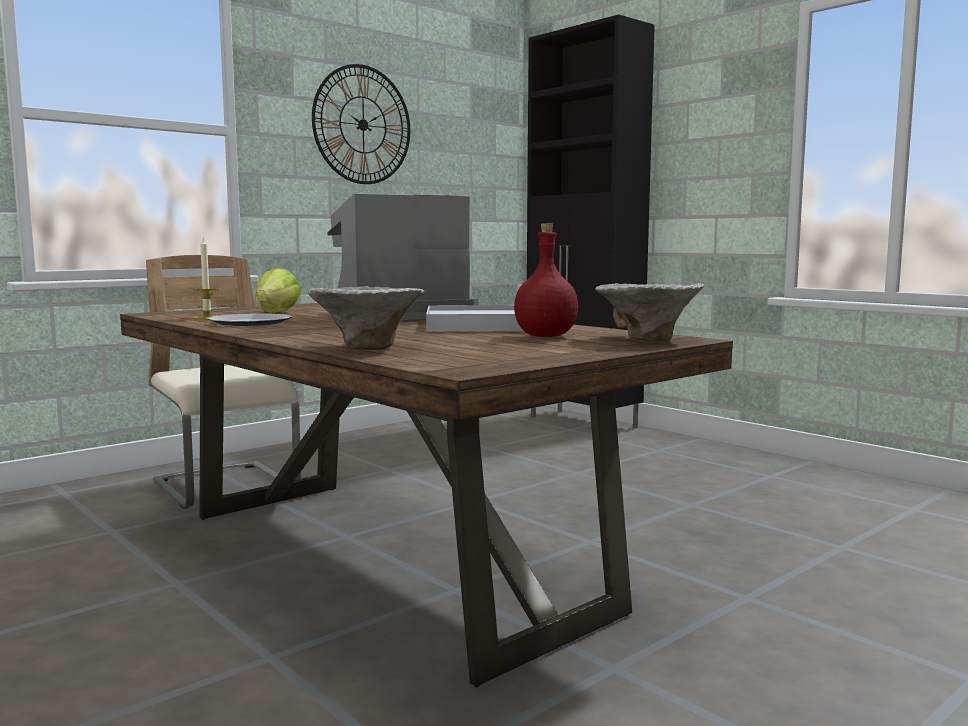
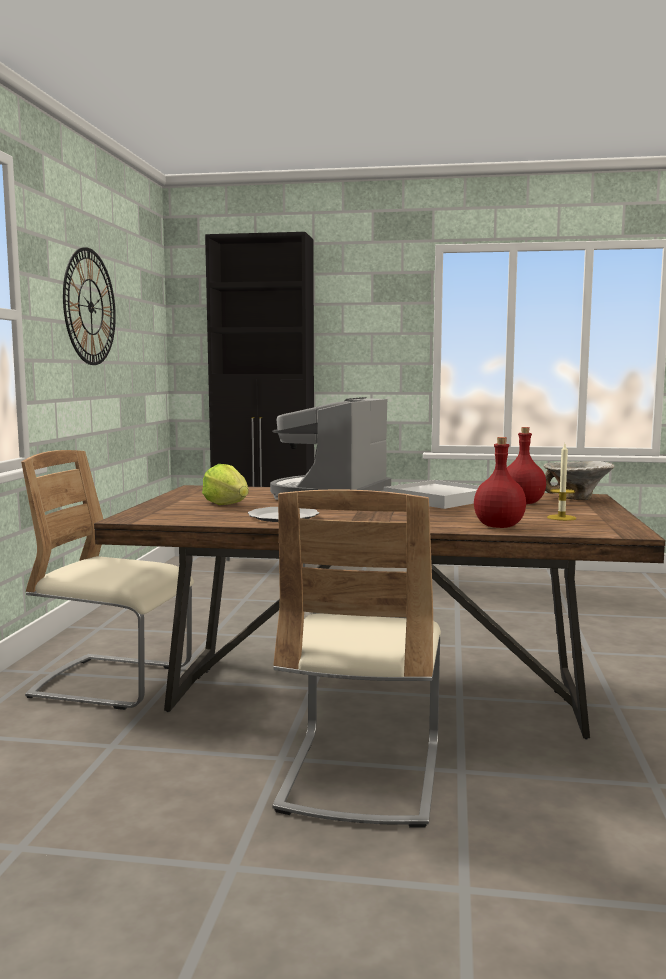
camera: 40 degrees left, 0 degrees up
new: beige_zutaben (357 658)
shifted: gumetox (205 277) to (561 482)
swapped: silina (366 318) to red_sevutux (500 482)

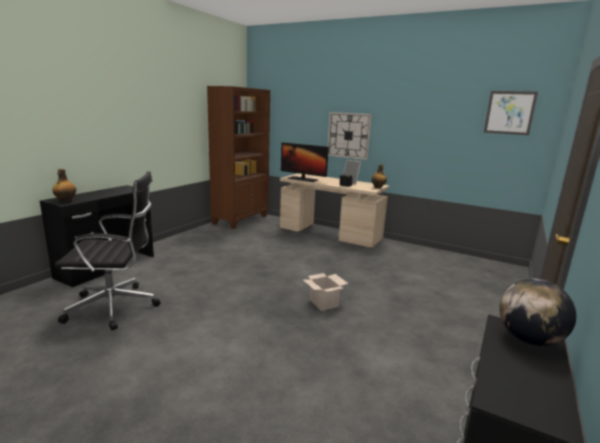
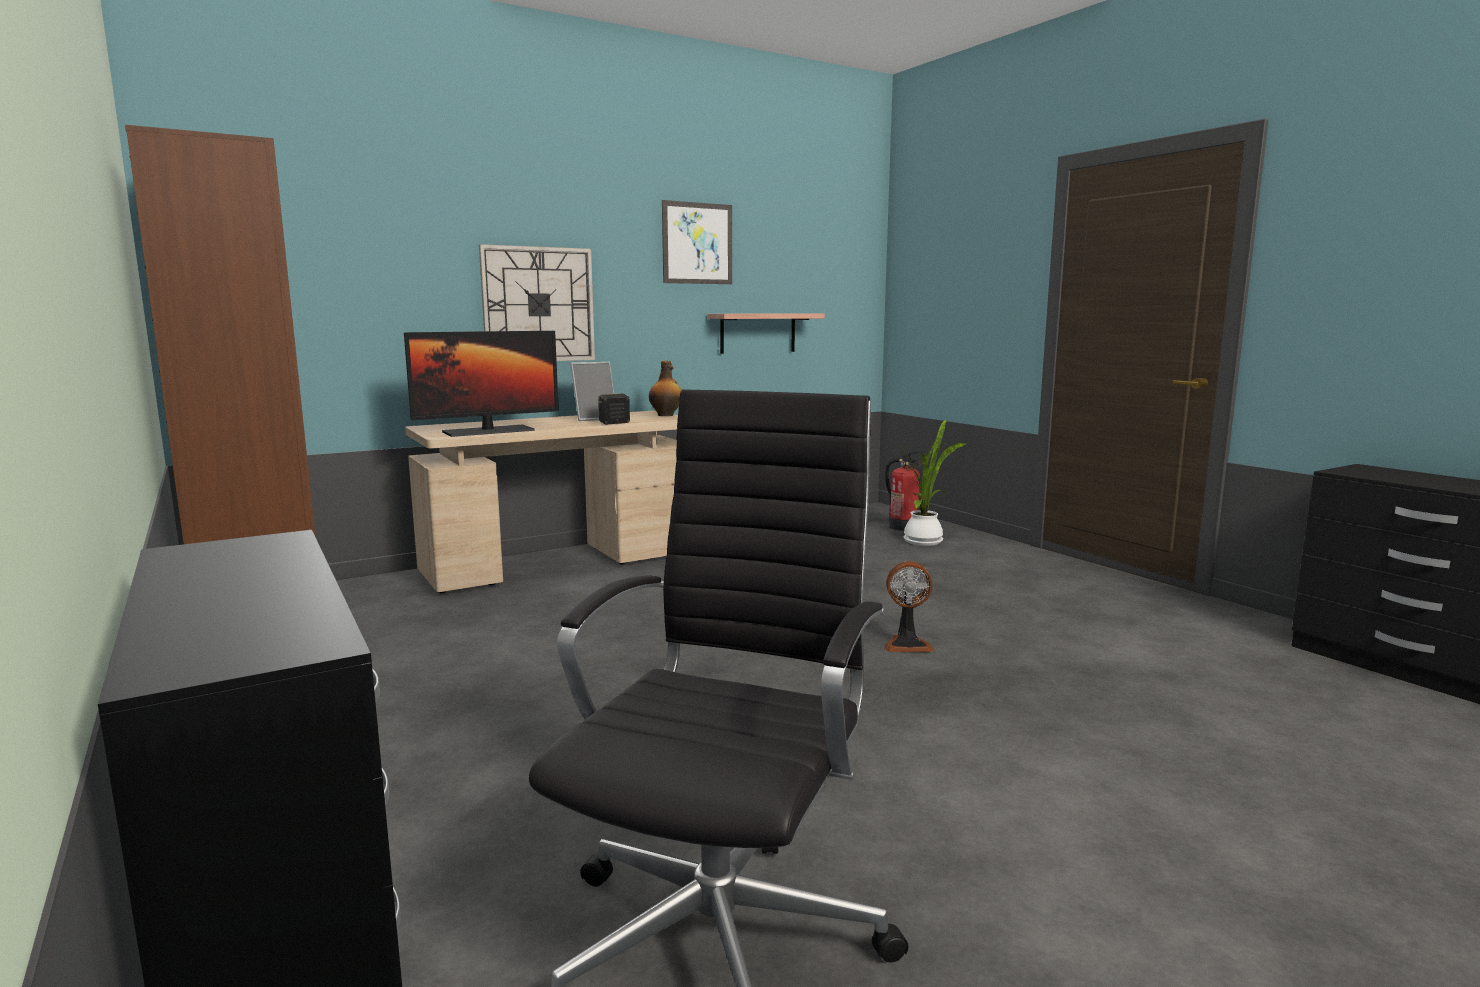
camera: 60 degrees left, 5 degrees down
gone: sevutux (64 185); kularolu (537 312)
new: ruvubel (766 334); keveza (903 491); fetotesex (932 483)
shifted: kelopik (511 113) to (697 242)
swapped: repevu (325 292) to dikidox (909 606)

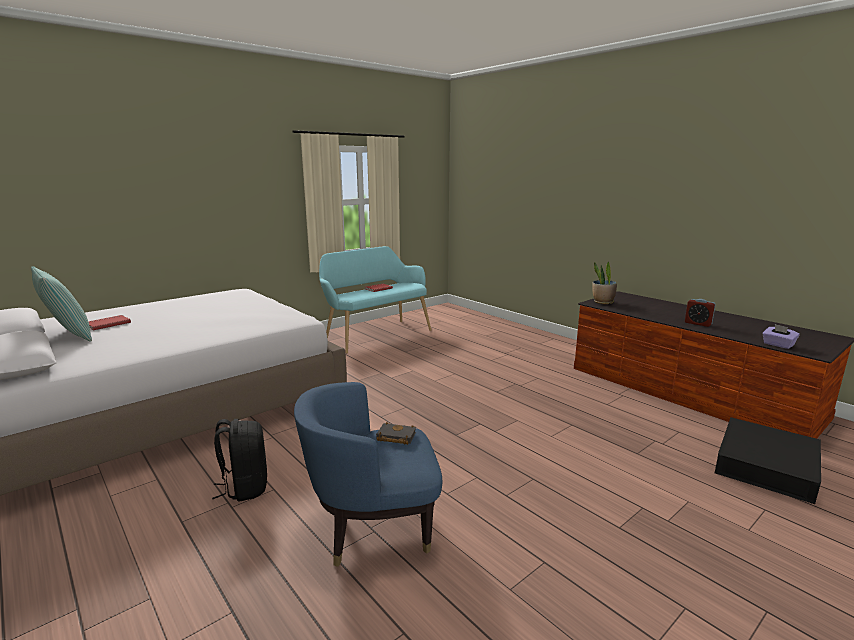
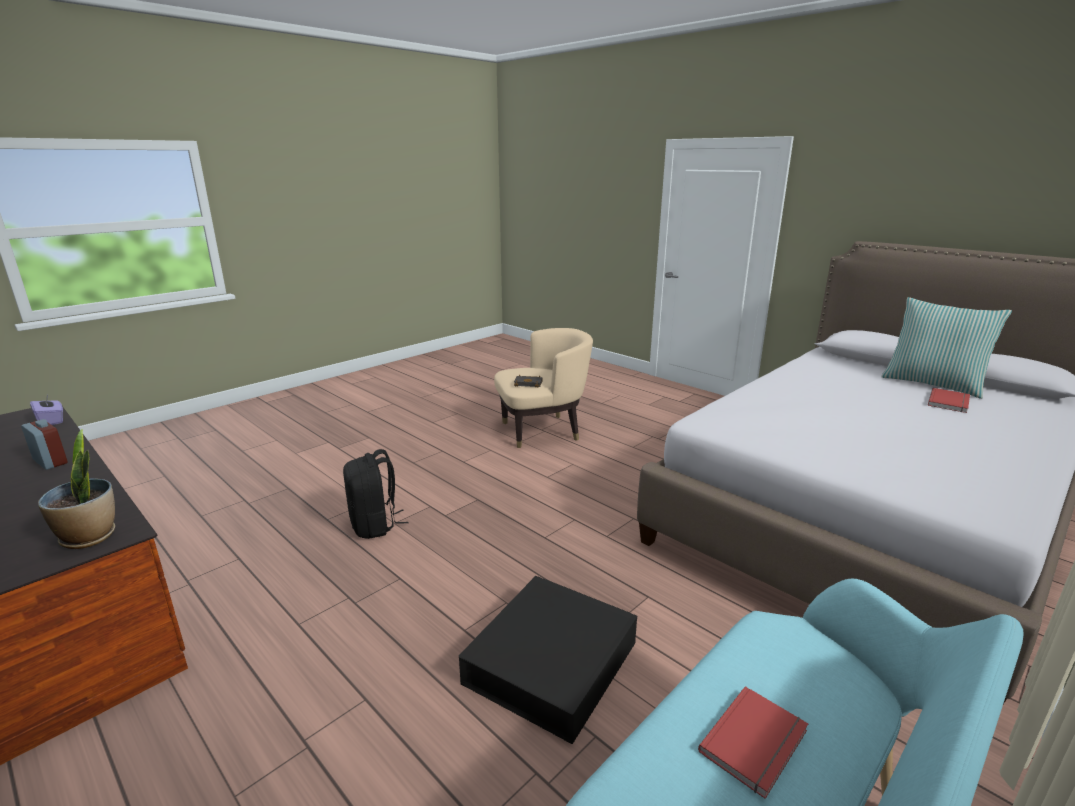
camera: 175 degrees right, 5 degrees up
shifted: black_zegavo (239 460) to (376 494); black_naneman (768 460) to (548 660)
repainted: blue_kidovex (368 474) to beige_kidovex (543 388)

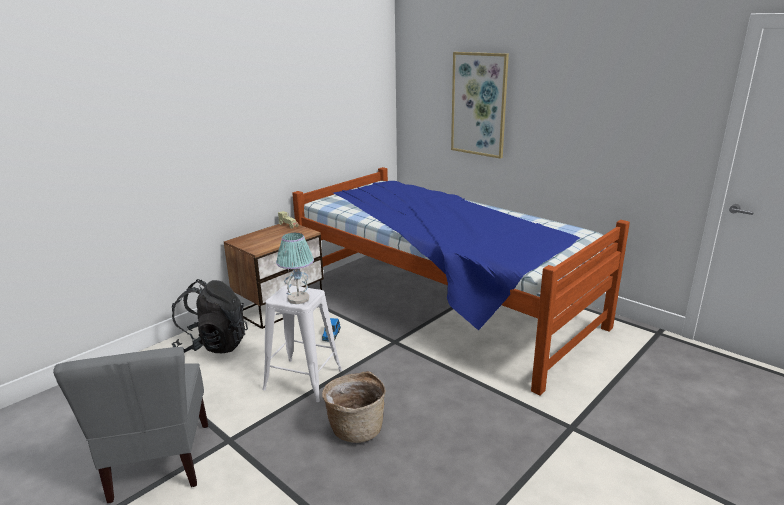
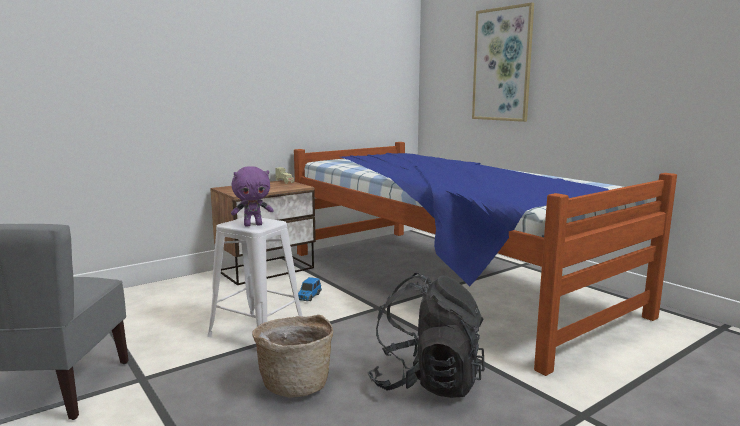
camera: 10 degrees right, 10 degrees down
shifted: black_zegavo (210 316) to (426 335)
swapped: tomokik (295 268) to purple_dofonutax (252 196)

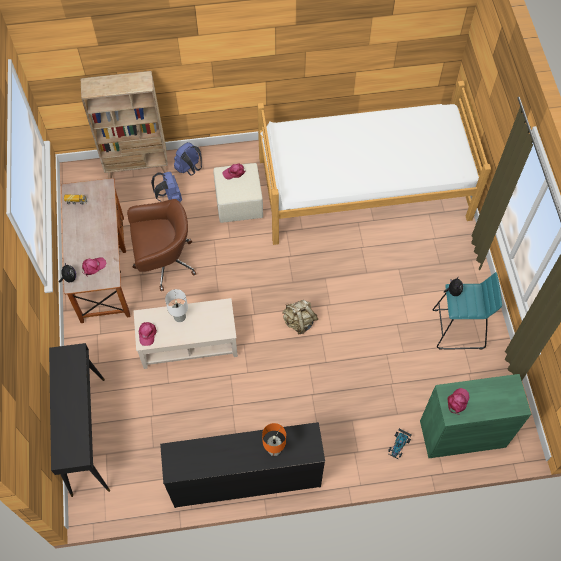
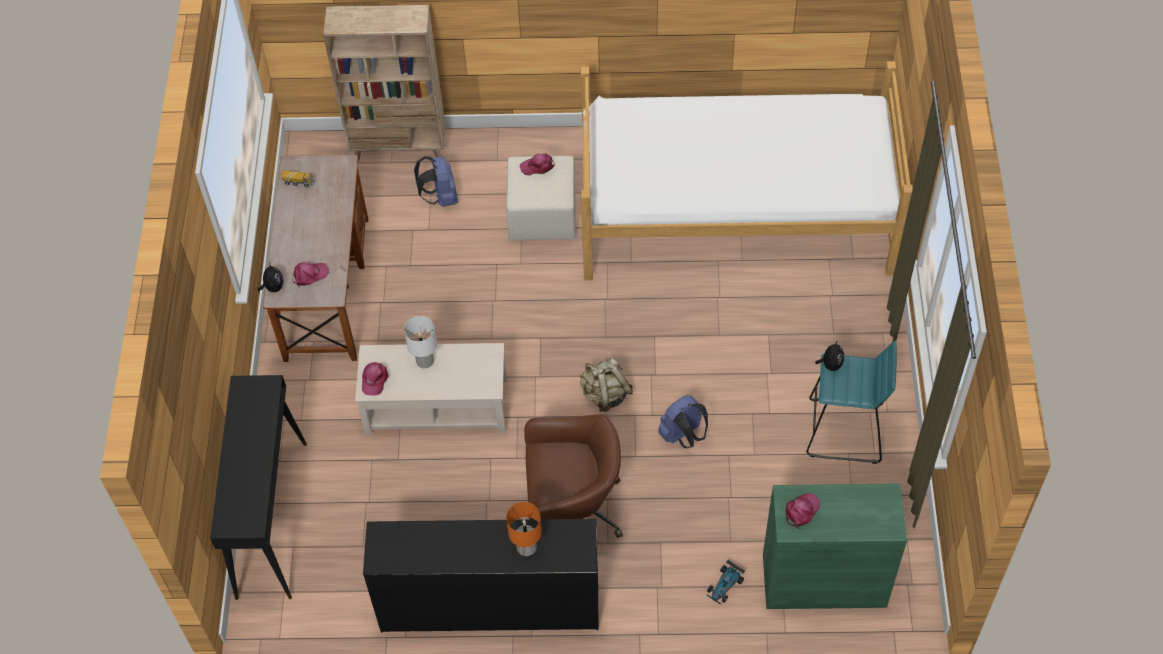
camera: 10 degrees right, 5 degrees down
shifted: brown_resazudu (161 245) to (573 476); blue_zegavo (188 159) to (683 421)

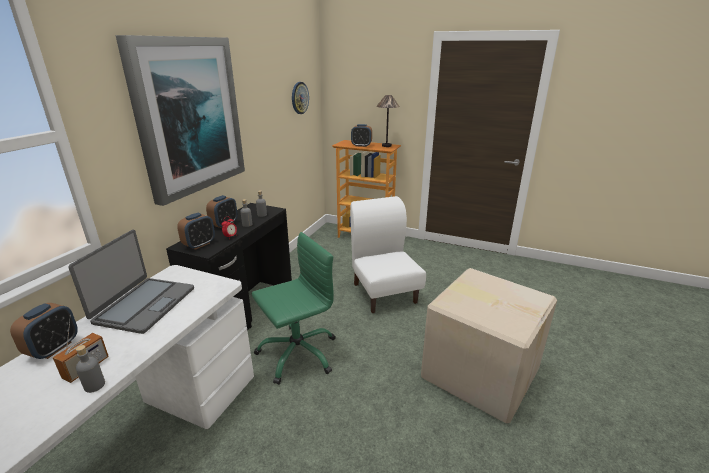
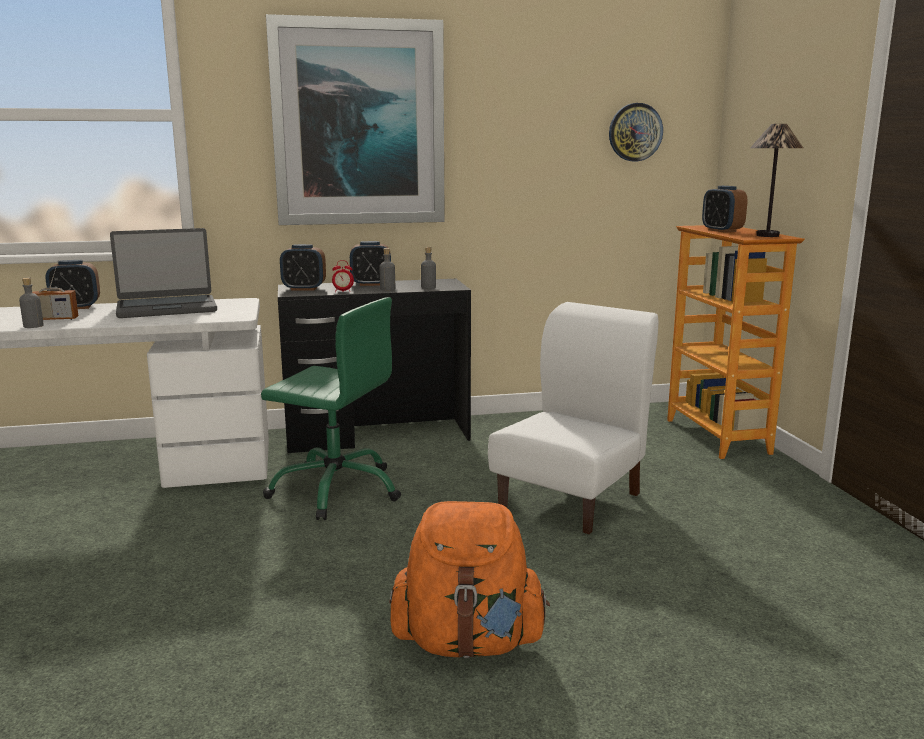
camera: 55 degrees right, 10 degrees down
swapped: repevu (489 345) to orange_zegavo (469 579)

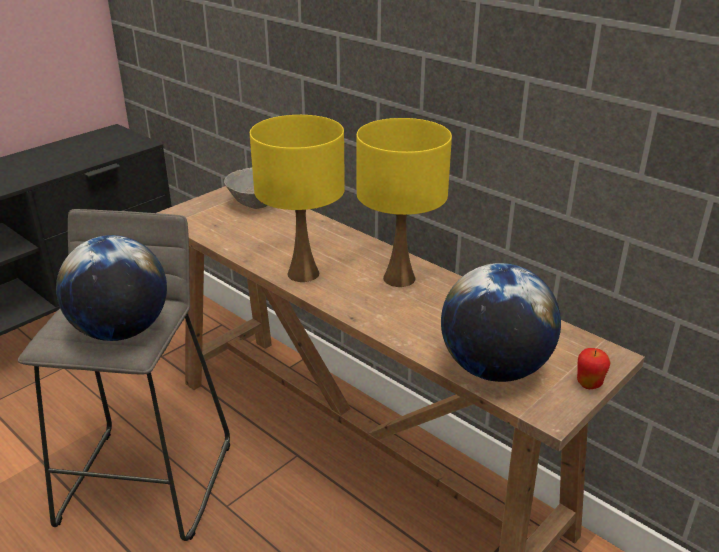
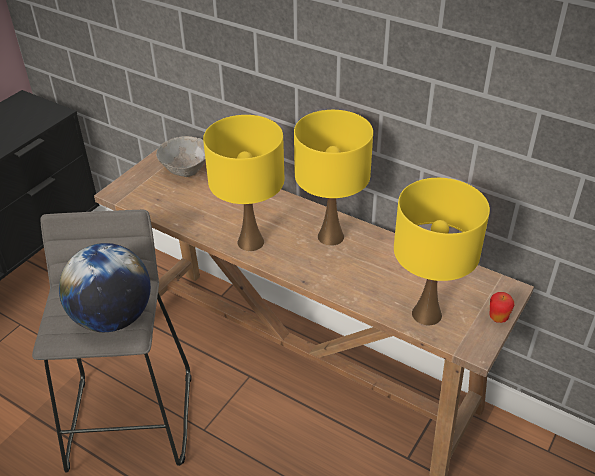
camera: 10 degrees left, 10 degrees up
swapped: kularolu (501 322) to yellow_tomokik (442 251)

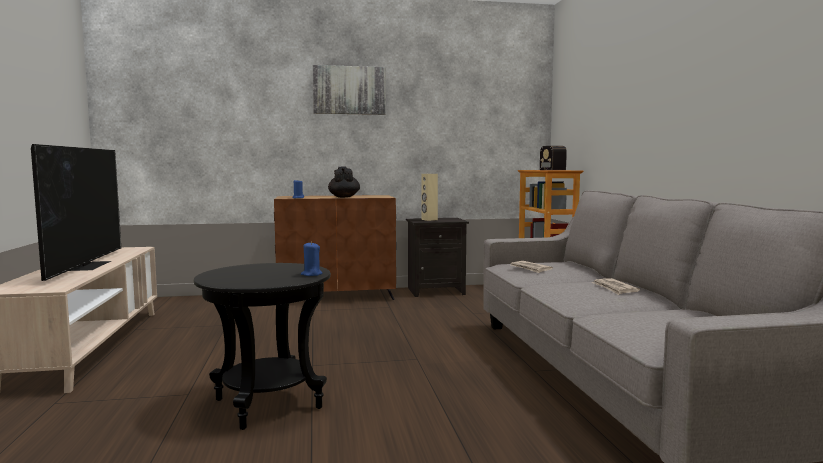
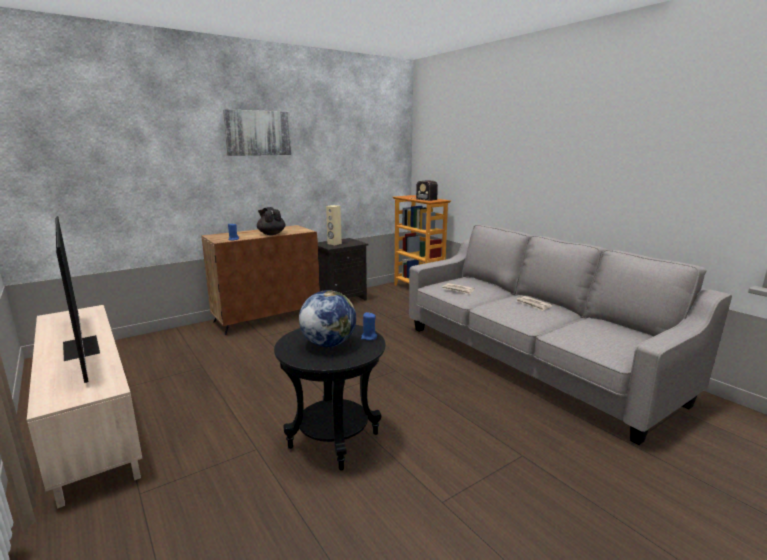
camera: 25 degrees left, 10 degrees up
new: kularolu (327 318)

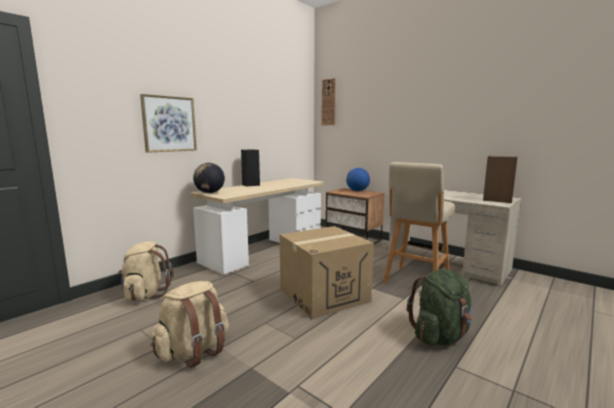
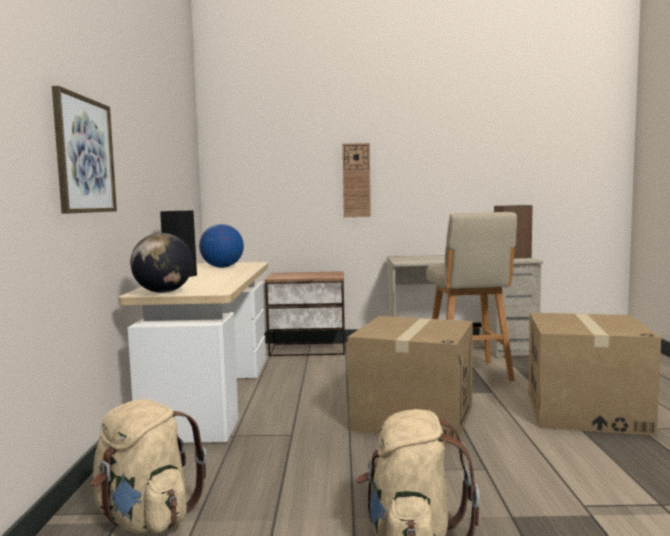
camera: 40 degrees left, 5 degrees down
shifted: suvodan (328 101) to (356 180); kularolu (358 179) to (221 246)
swapped: green_zegavo (440 307) to repevu (594 374)

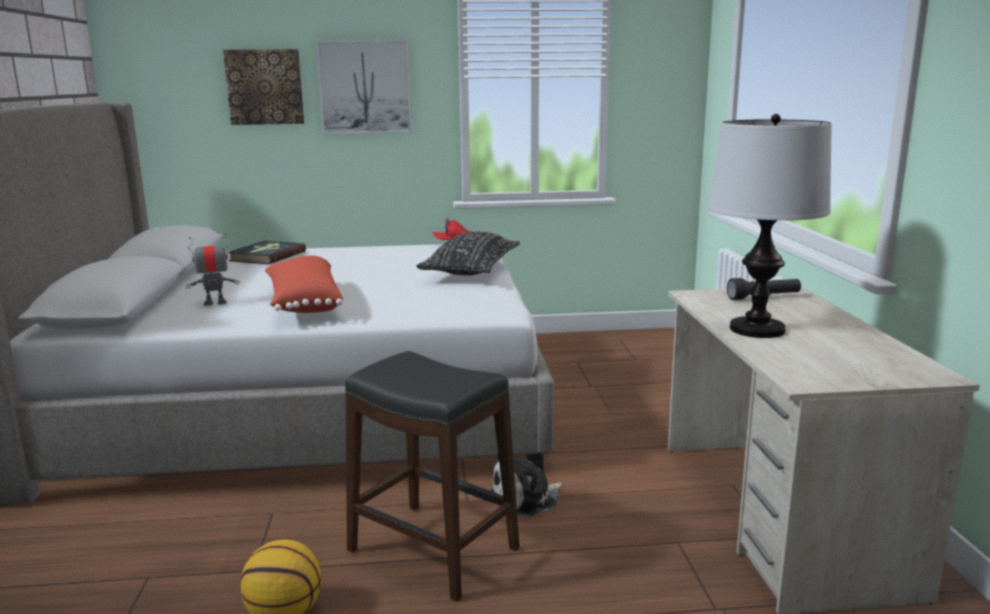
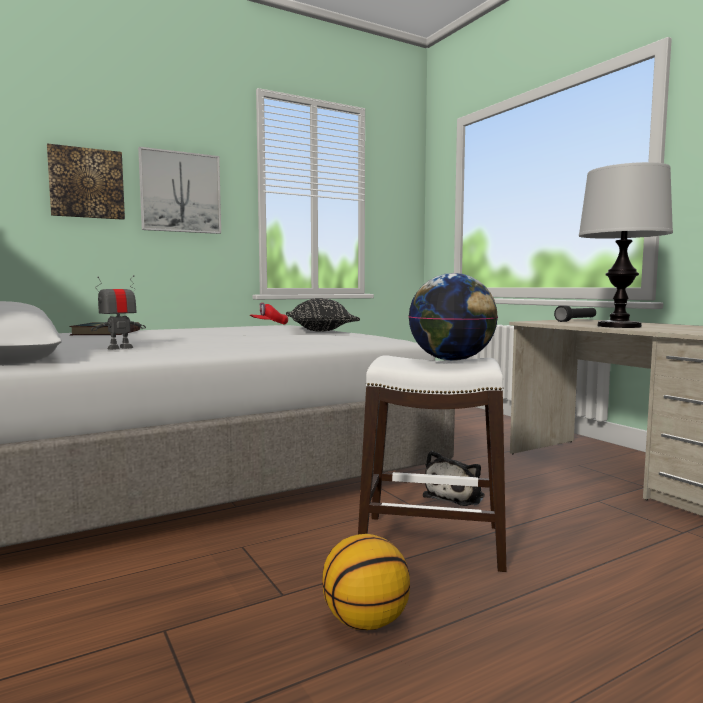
camera: 25 degrees left, 10 degrees down
gone: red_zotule (304 284)
new: kularolu (453 317)
repainted: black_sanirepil (432 476) to white_sanirepil (432 463)

